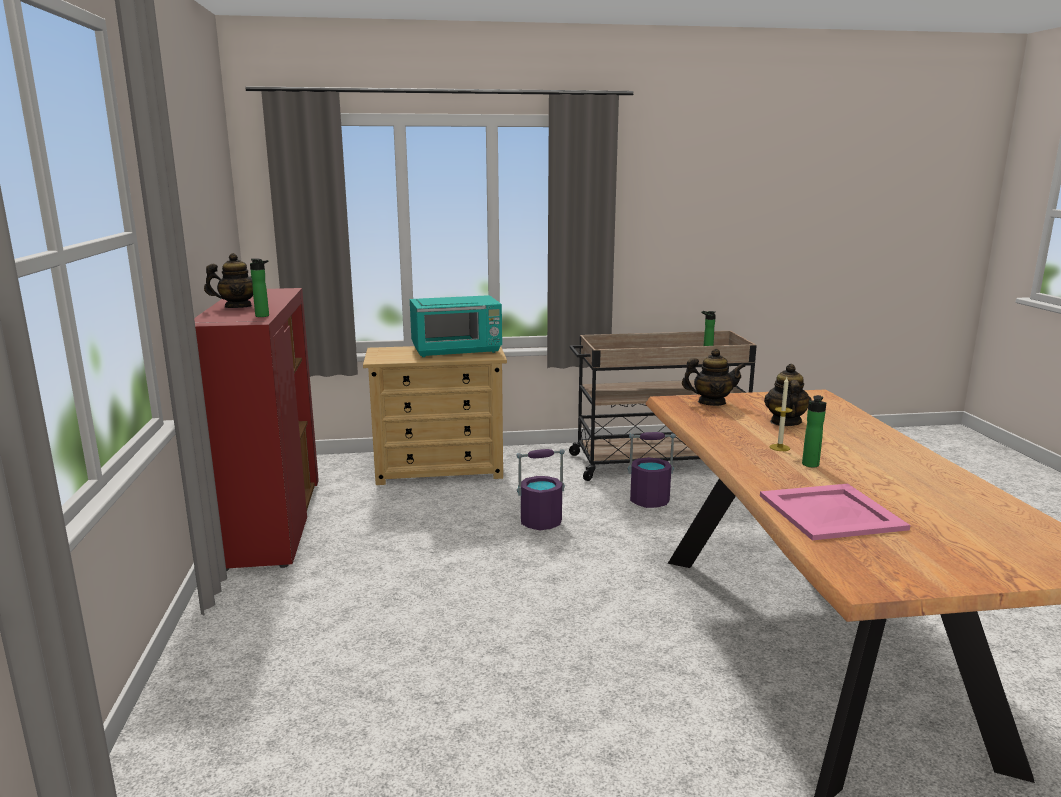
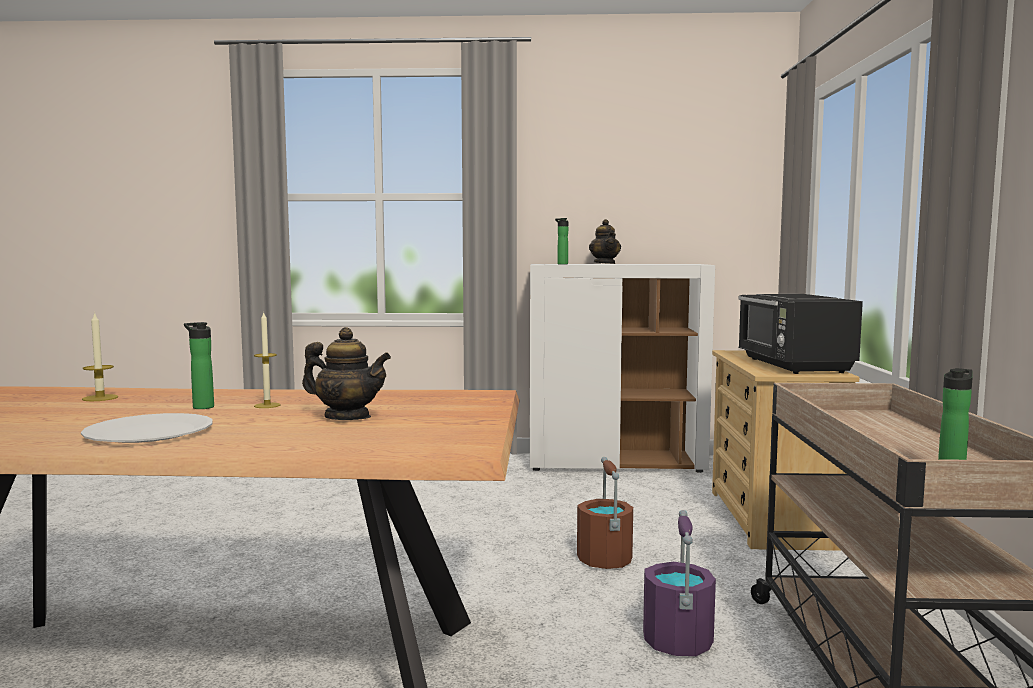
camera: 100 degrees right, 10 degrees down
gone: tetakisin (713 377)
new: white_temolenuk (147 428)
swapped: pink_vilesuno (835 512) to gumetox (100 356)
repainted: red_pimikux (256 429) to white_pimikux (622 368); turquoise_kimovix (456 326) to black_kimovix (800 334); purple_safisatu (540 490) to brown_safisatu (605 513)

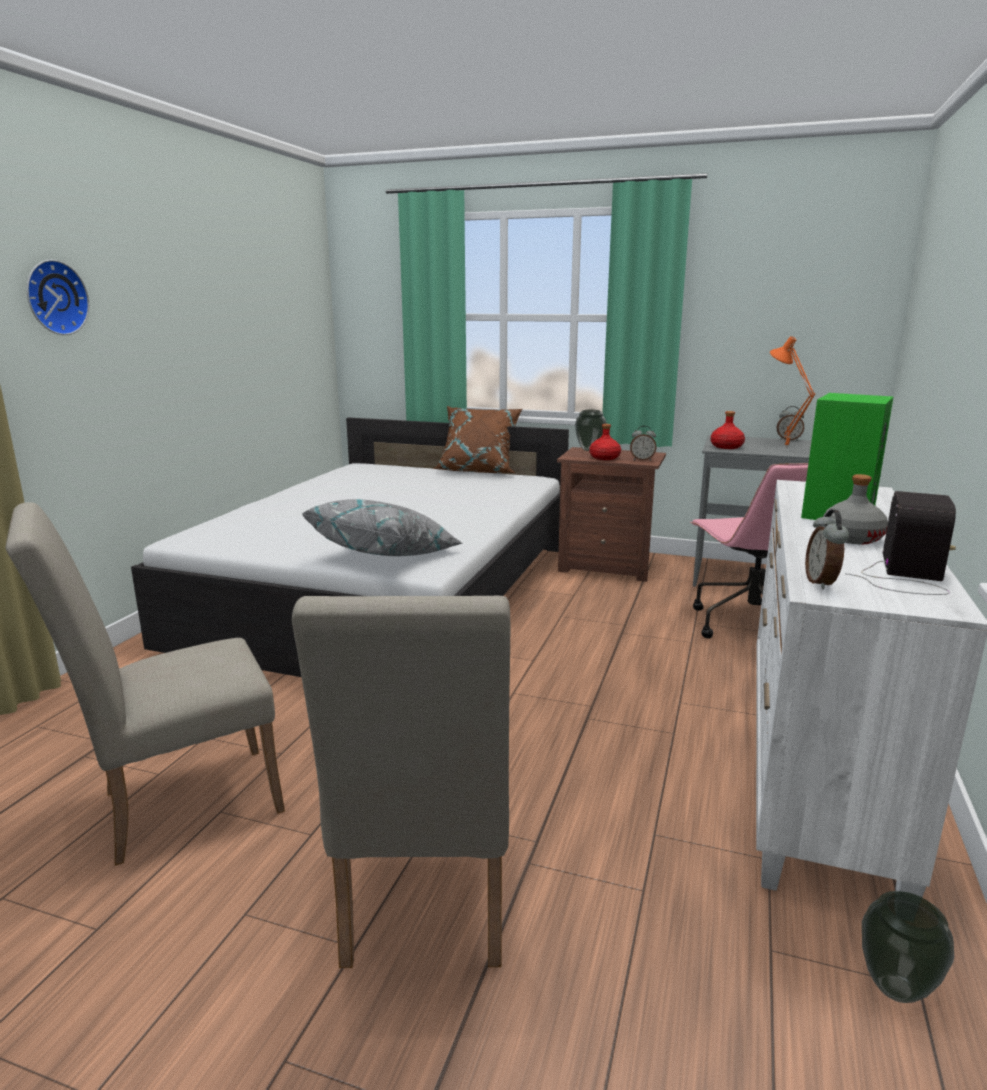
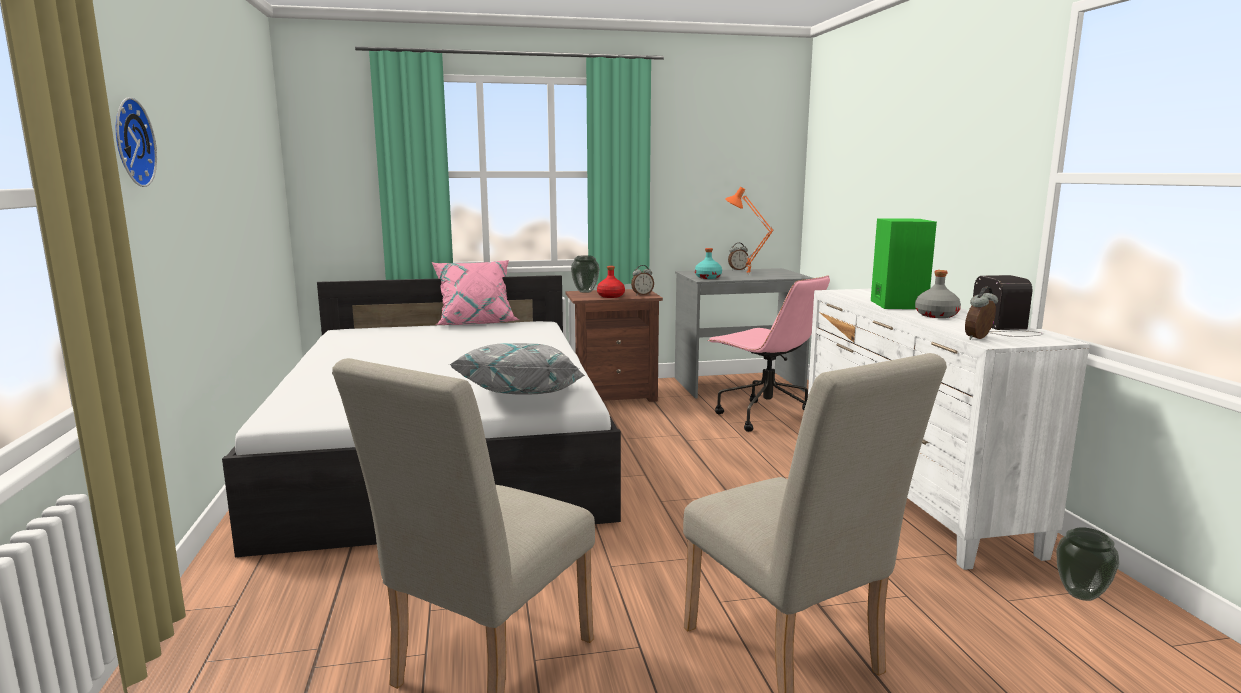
camera: 30 degrees left, 5 degrees down
repainted: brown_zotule (477 439) to pink_zotule (475 292); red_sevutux (728 430) to turquoise_sevutux (708 263)
rotated: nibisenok (827 549) = (981 313) 75 degrees clockwise

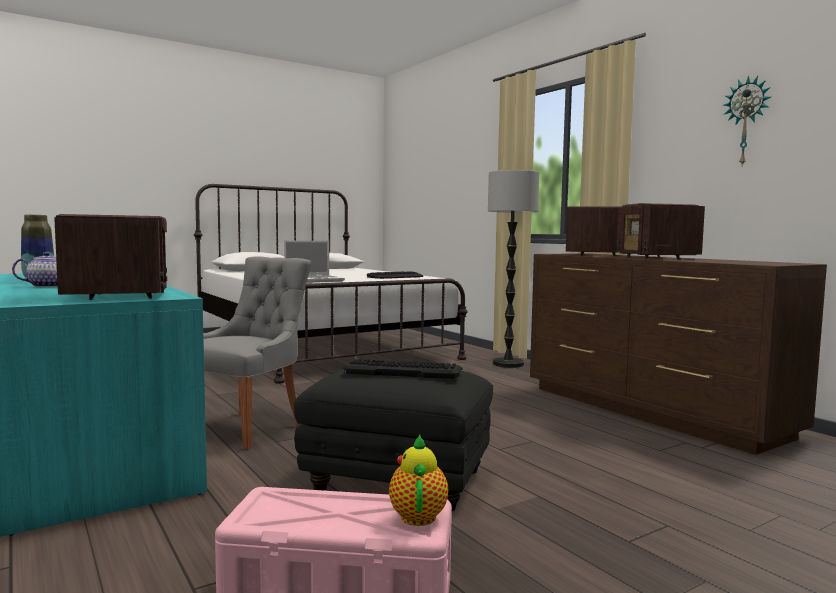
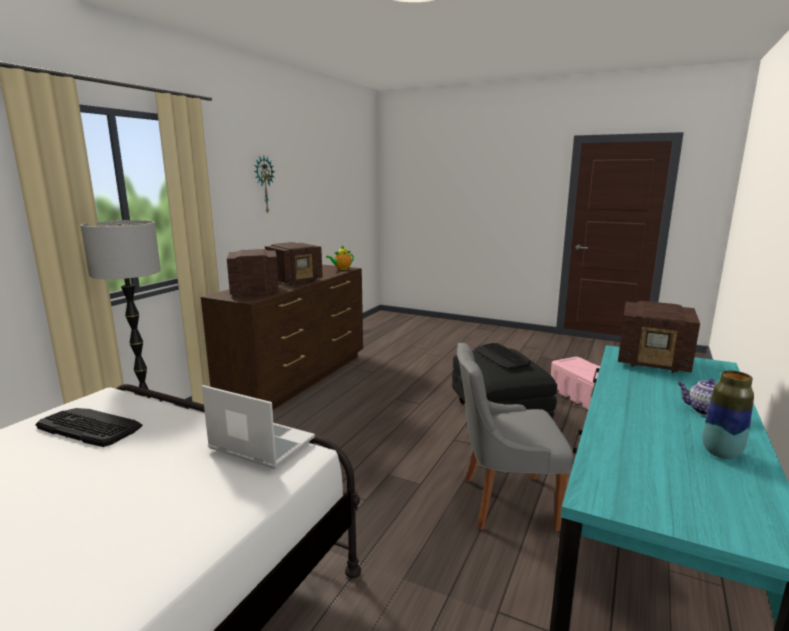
camera: 120 degrees left, 10 degrees up
shifted: tetakisin (418 480) to (340 257)
rotated: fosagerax (110 257) = (659 337) 105 degrees counterclockwise

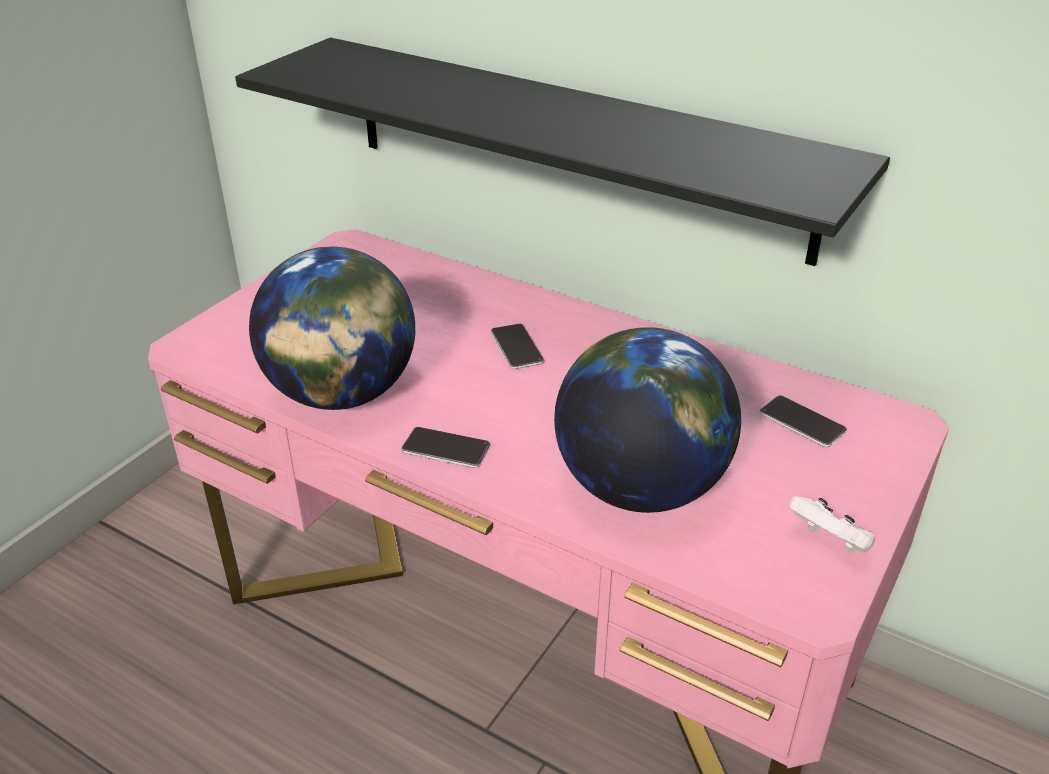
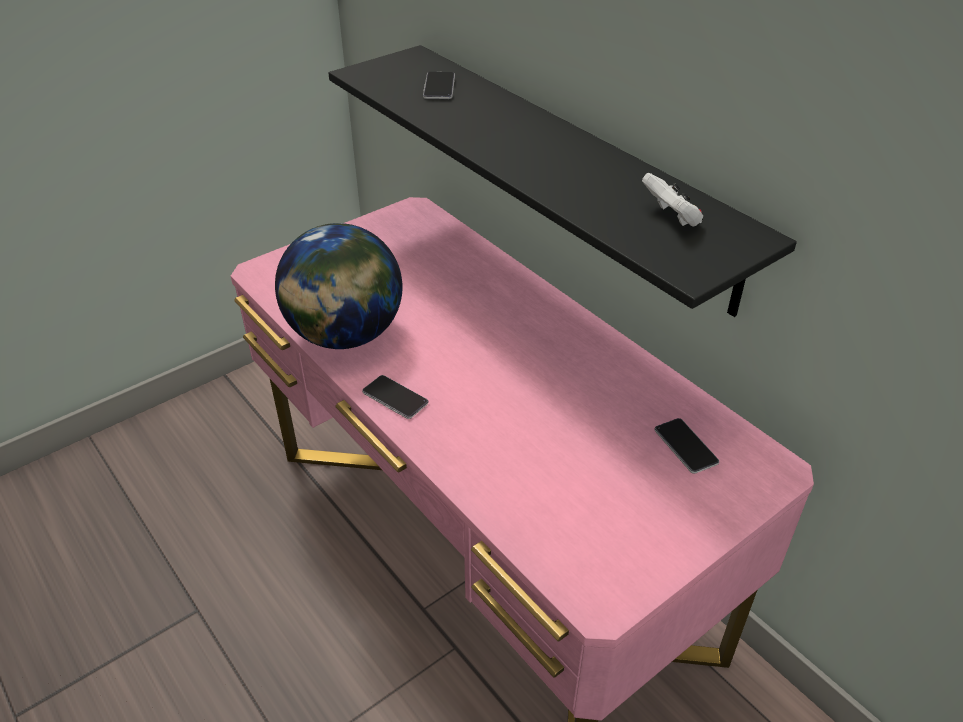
camera: 20 degrees right, 5 degrees up
gone: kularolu (647 420)
shifted: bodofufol (517 346) to (439 85); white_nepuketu (832 524) to (672 200)

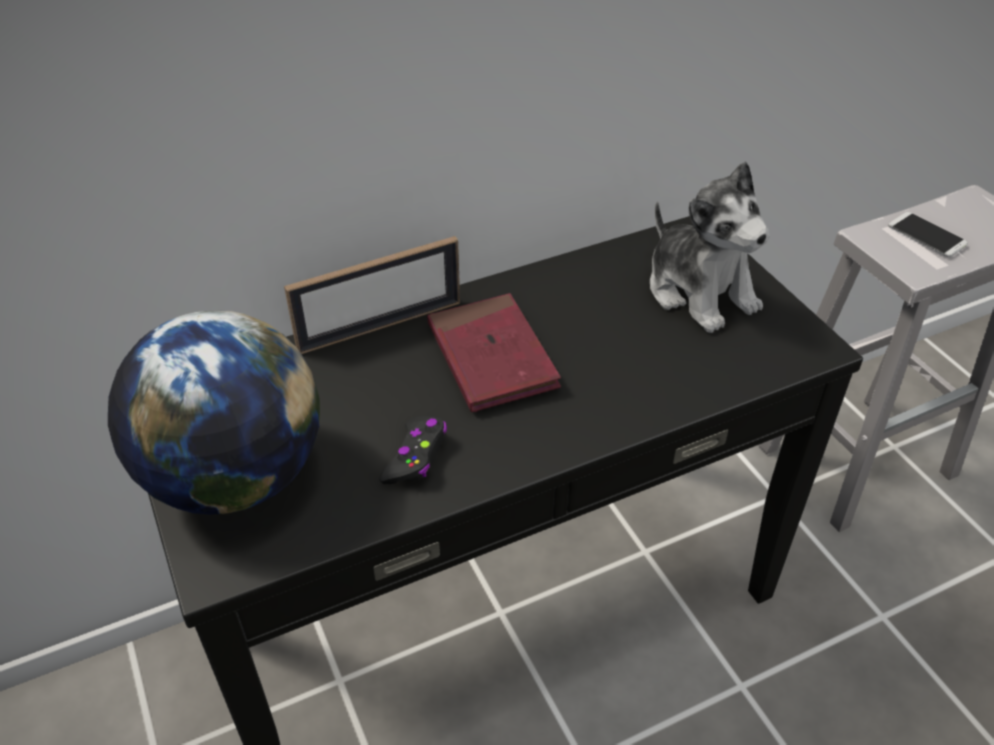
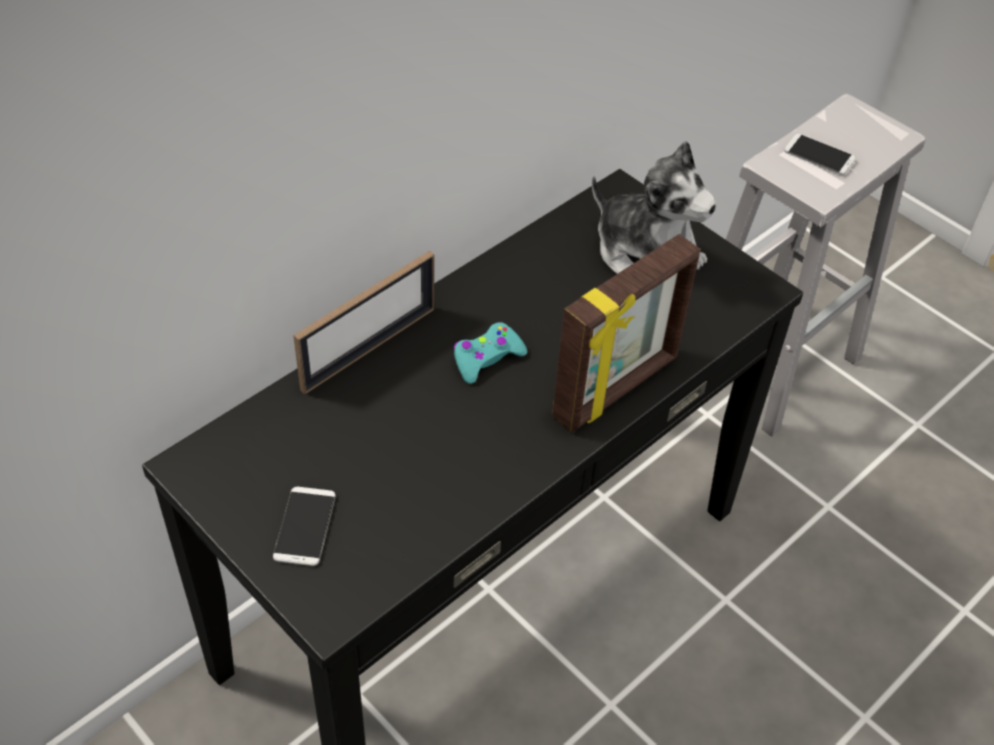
camera: 20 degrees left, 5 degrees up
gone: black_nepuketu (413 450)
new: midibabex (626 333)
swapped: kularolu (214 412) to bodofufol (304 526); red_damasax (494 352) to turquoise_nepuketu (490 353)

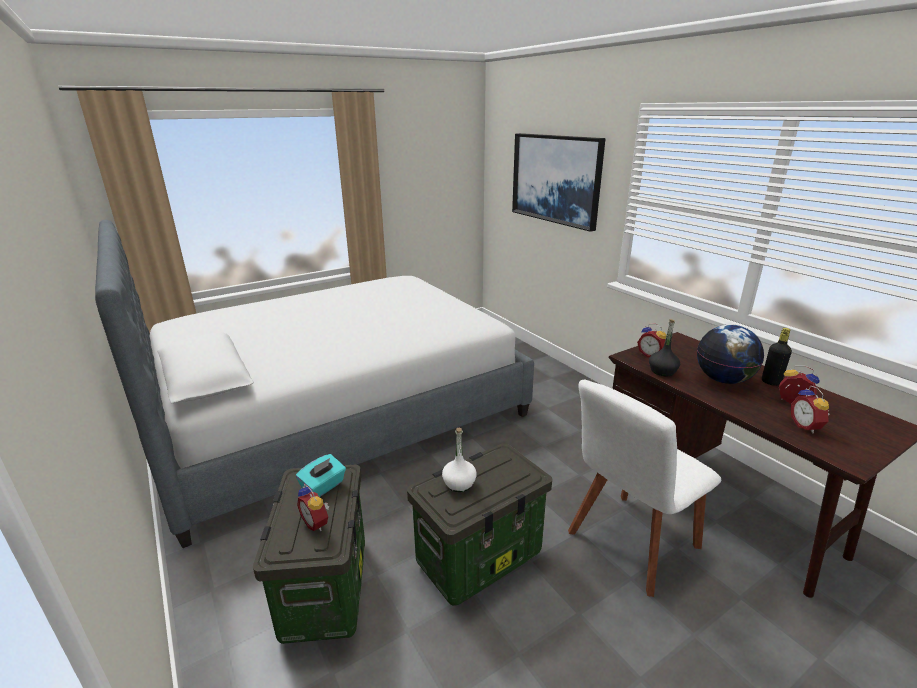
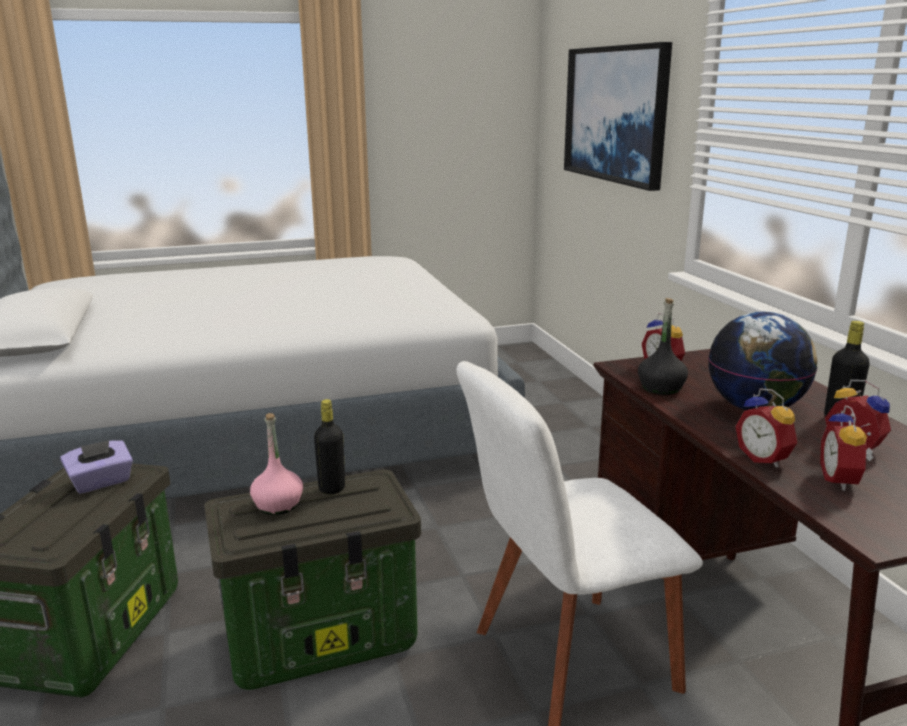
camera: 15 degrees right, 5 degrees down
new: black_sevutux (329 447)
shifted: nibisenok (313 507) to (766 428)
repainted: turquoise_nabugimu (321 475) to purple_nabugimu (96 467); white_sevutux (459 460) to pink_sevutux (276 464)

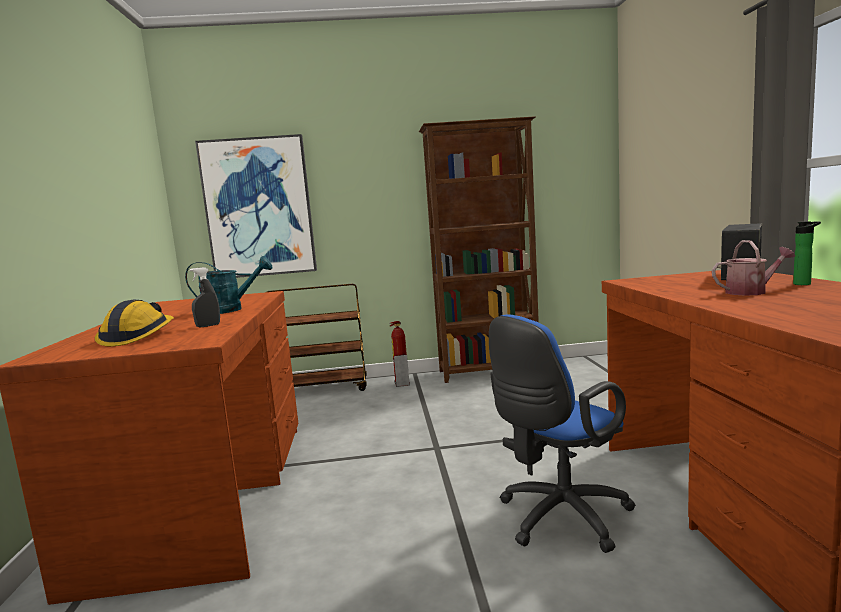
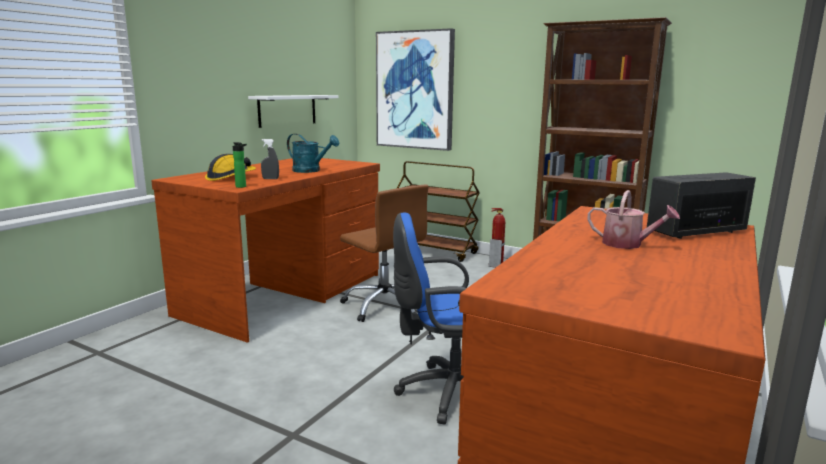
camera: 35 degrees right, 5 degrees up
new: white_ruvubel (293 111); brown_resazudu (384 253)
shifted: sevutux (807 253) to (240 165)

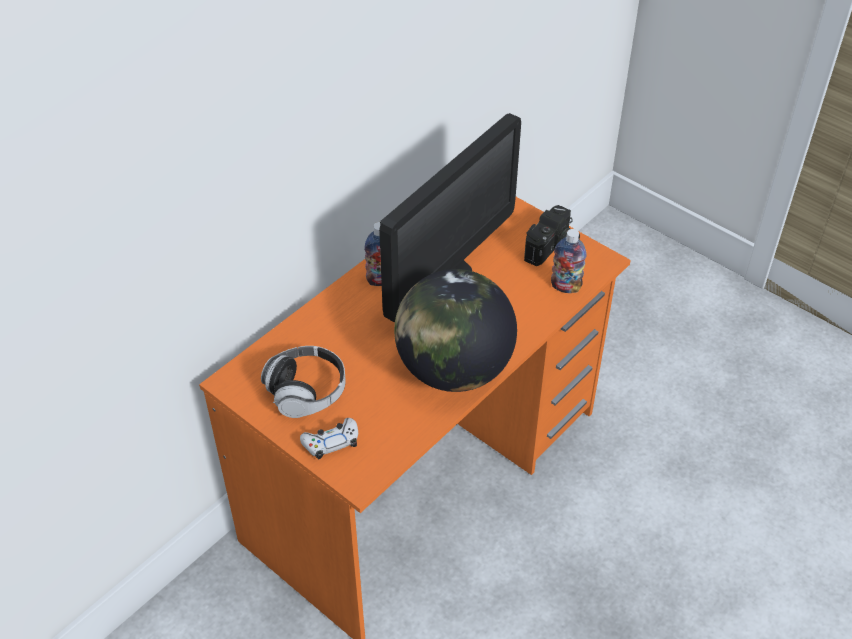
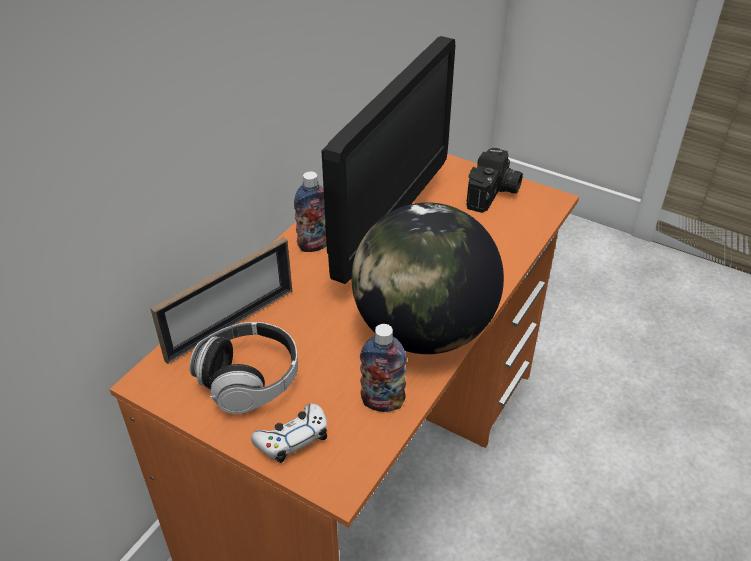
camera: 10 degrees left, 5 degrees down
new: midibabex (221 300)
shifted: sevutux (569 261) to (383 368)

